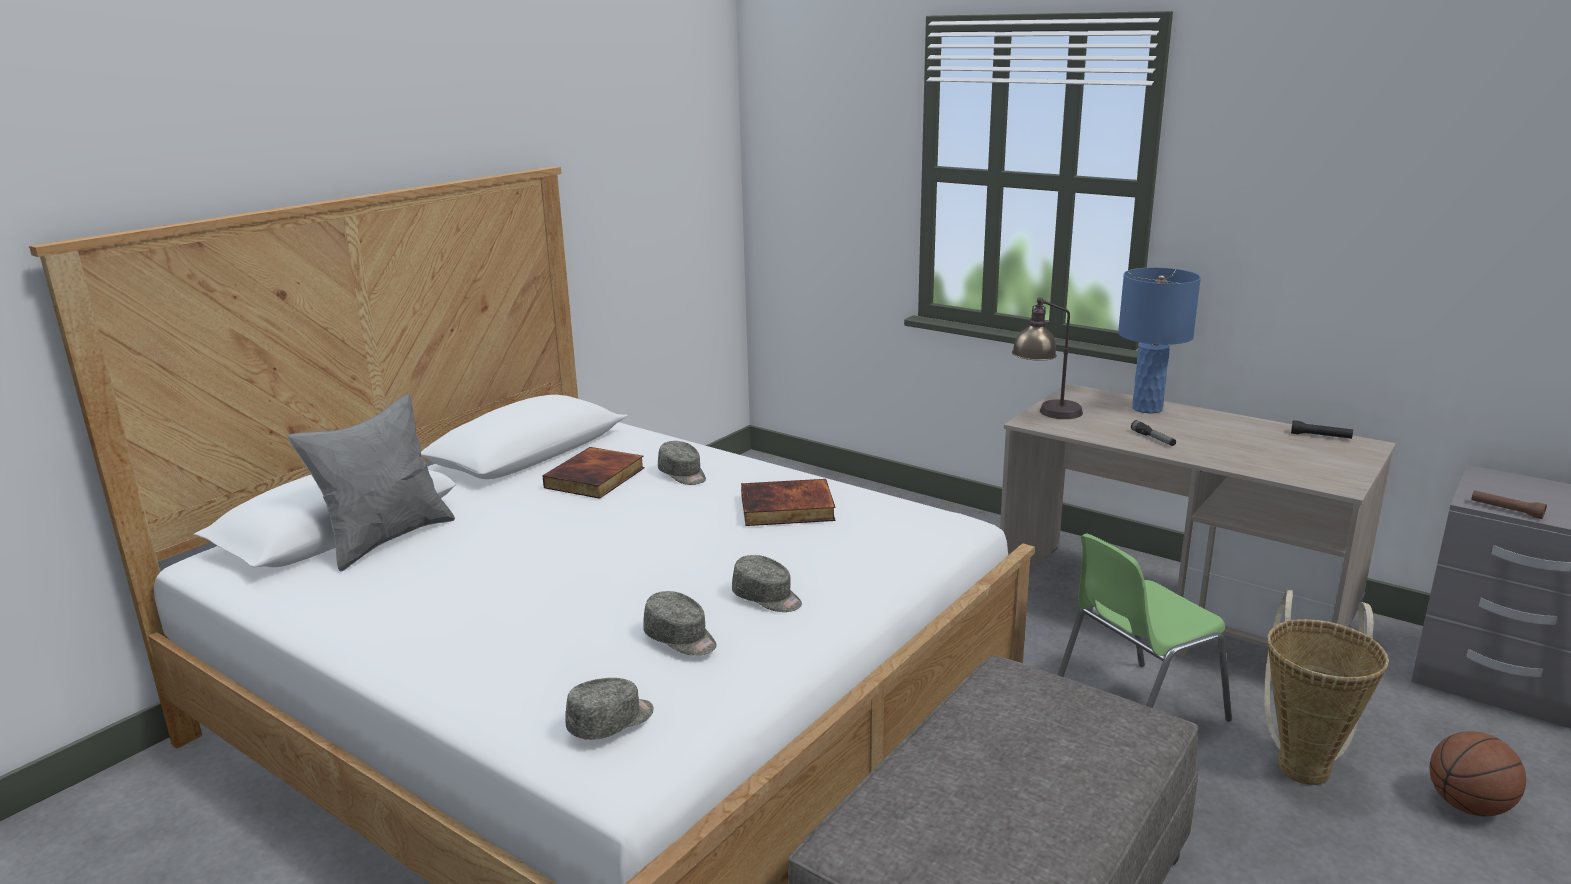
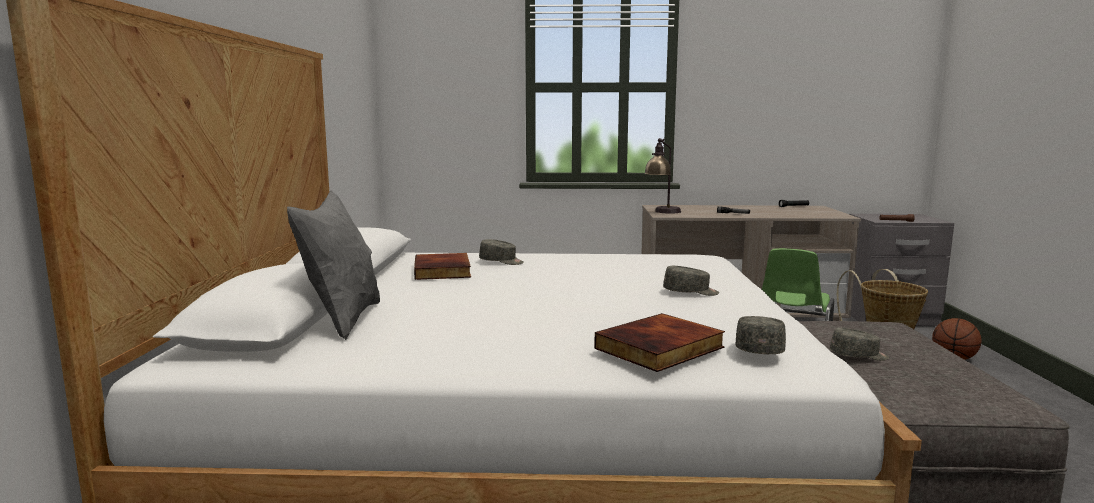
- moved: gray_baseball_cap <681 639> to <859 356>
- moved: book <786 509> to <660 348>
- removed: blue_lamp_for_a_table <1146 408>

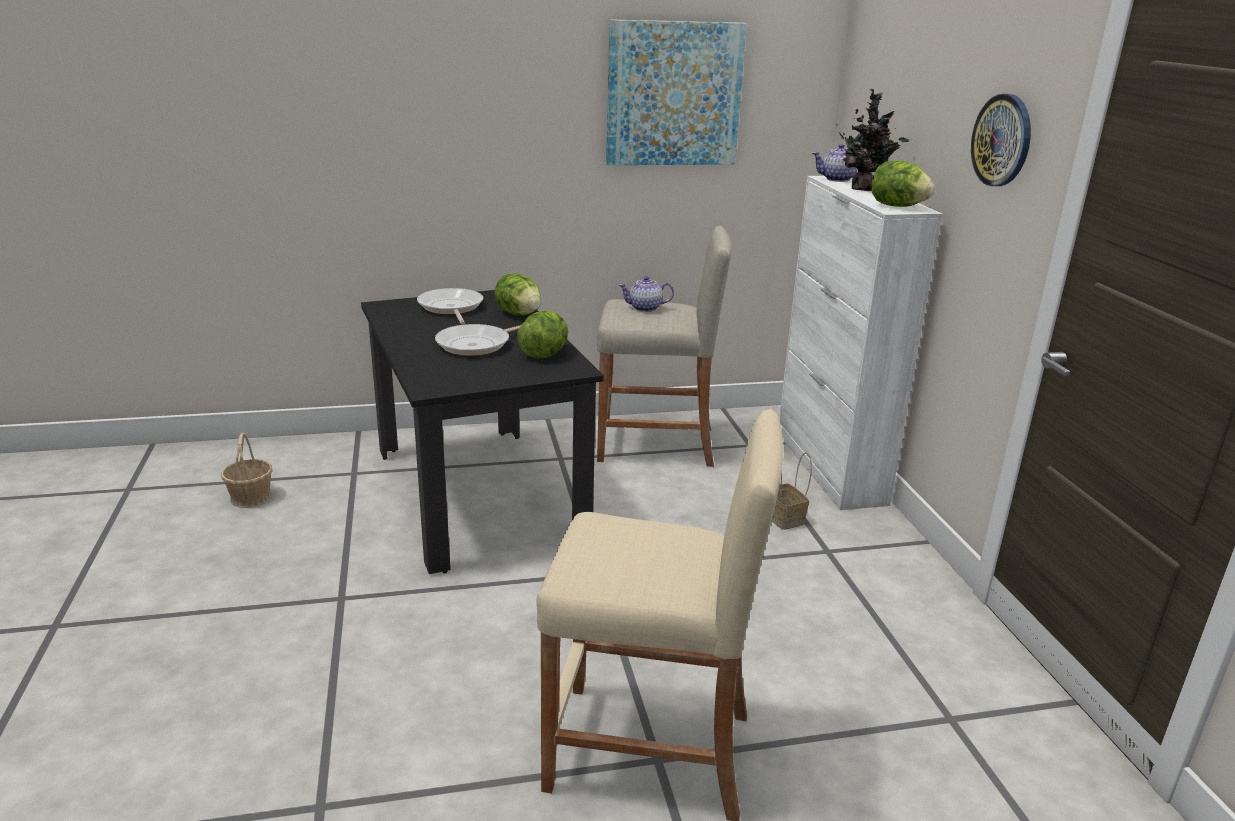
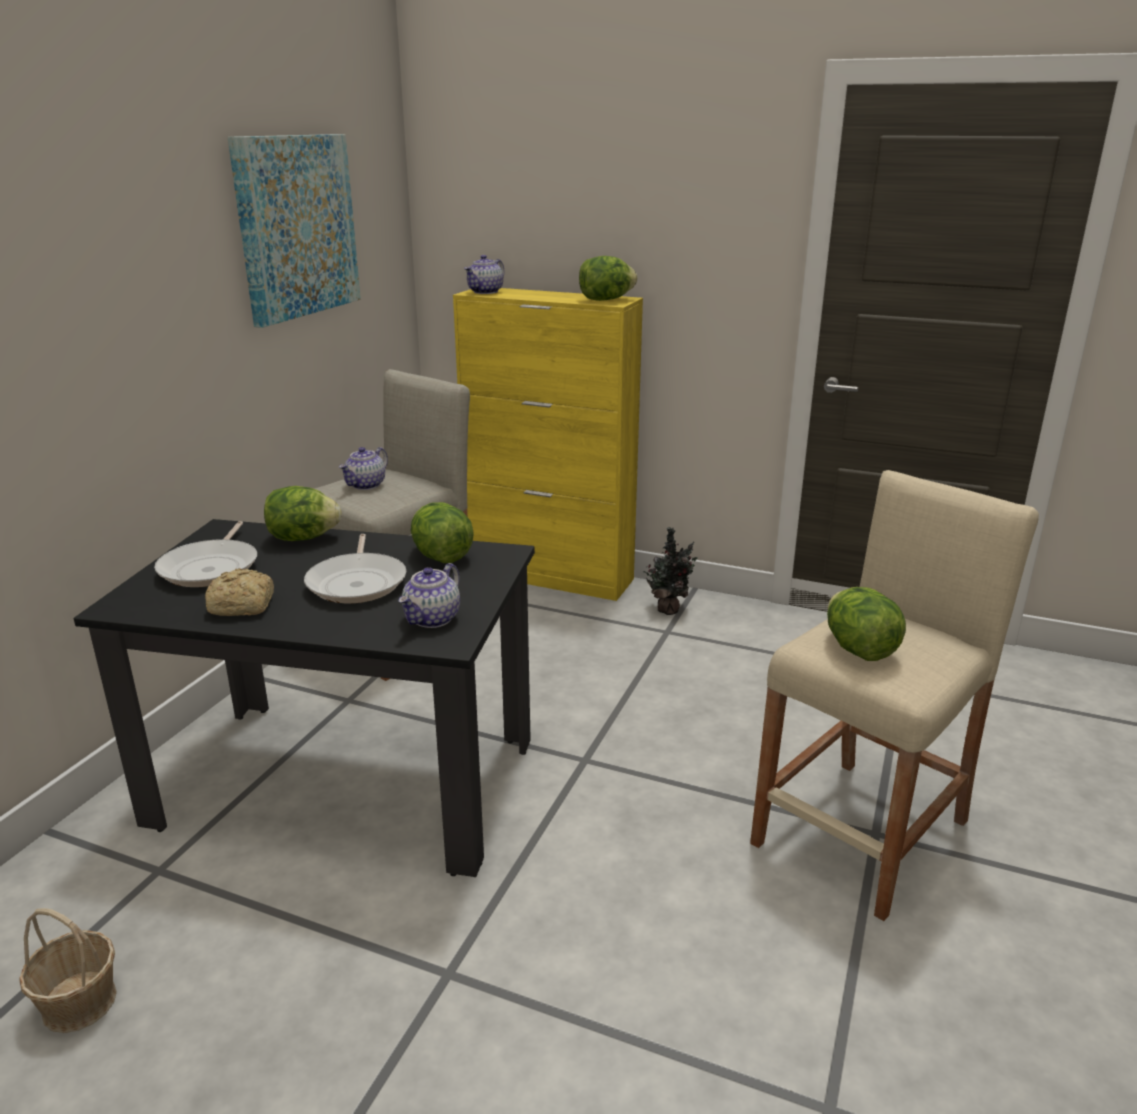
- turned: frying_pan <451 308> = <212 567> 105 degrees counterclockwise
- removed: storage_basket <785 519>
- recoloured: whitish_cupboard <829 467> to yellow_cupboard <550 576>
- moved: houseplant <864 189> to <669 609>
- removed: clock_on_the_wall <1002 140>
- added: bread <243 606>
- added: teapot <432 619>
- added: lettuce <858 650>

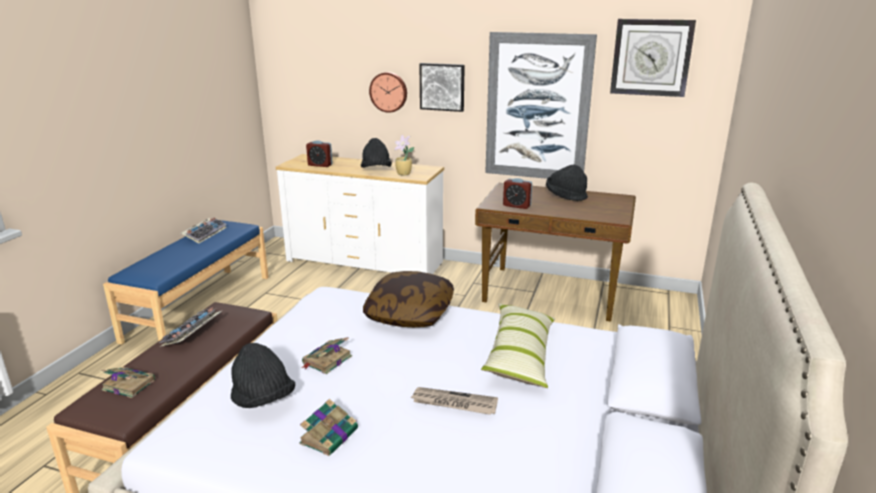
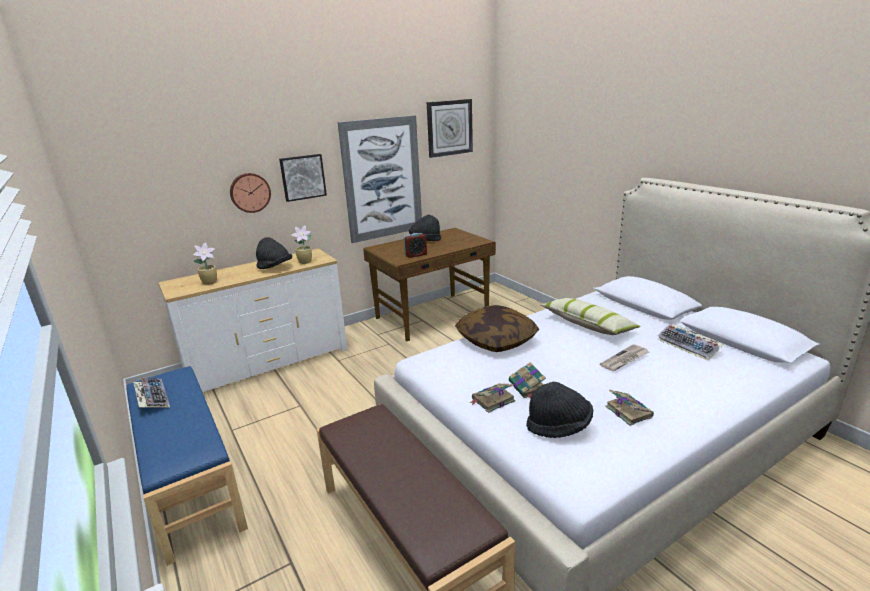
- moved: book <128 385> to <492 400>
- moved: PC_keyboard <192 334> to <689 346>
- replaced: table_clock <320 165> to houseplant <210 282>

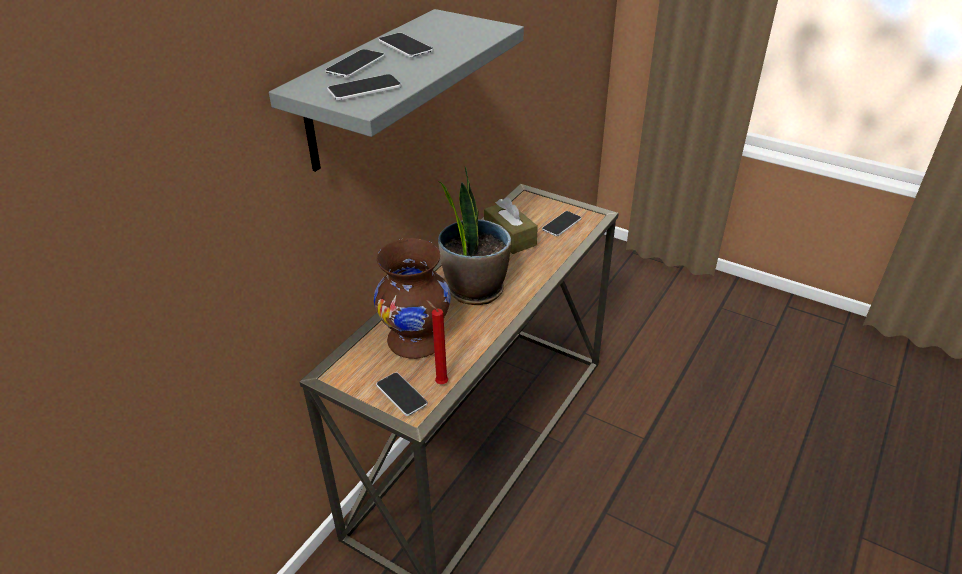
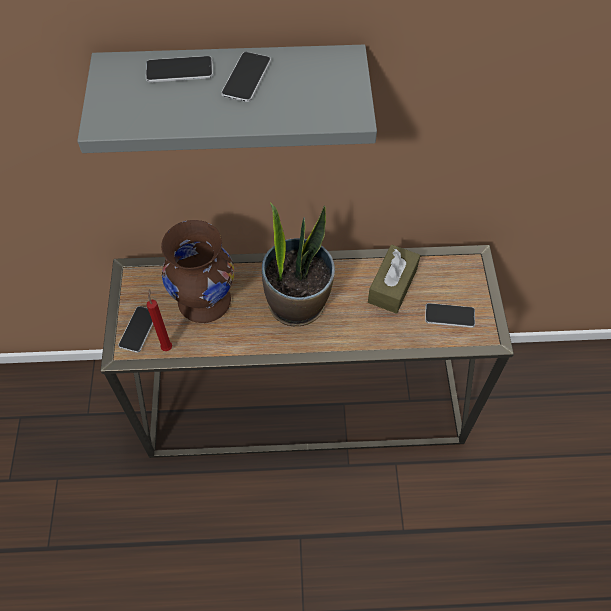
- removed: telephone <364 89>

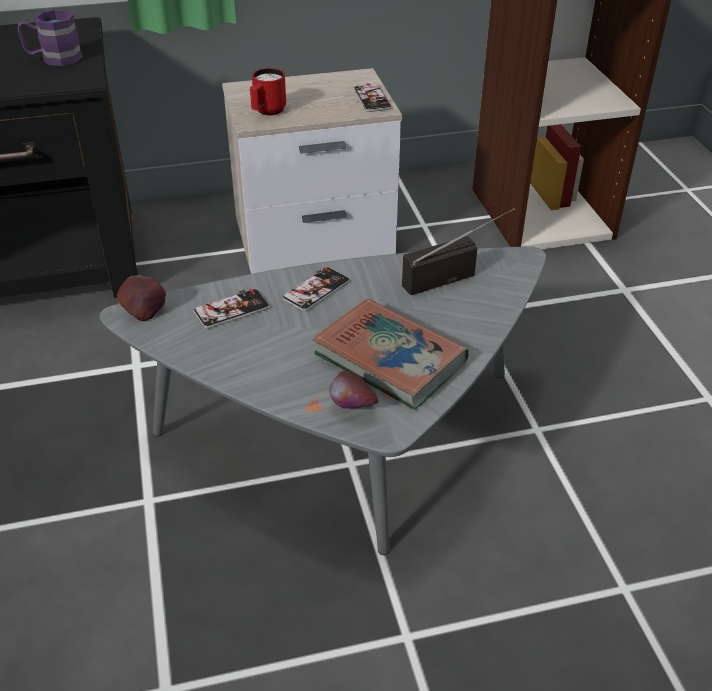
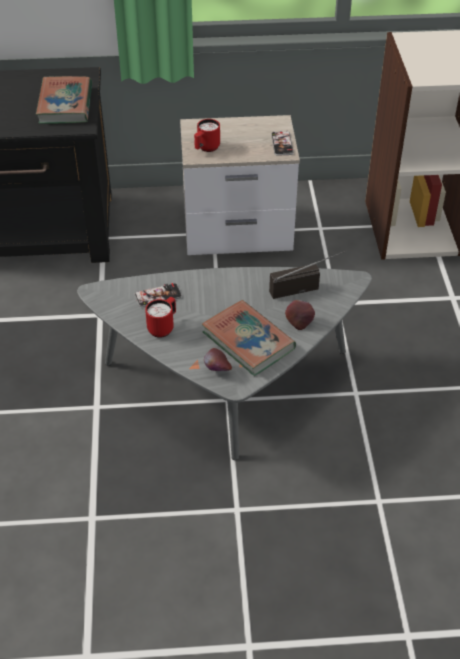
- replaced: purple-coloured_coffee_mug <54 59> to book <65 105>
- moved: apple_fruit <145 311> to <300 322>
- removed: telephone <316 290>
- added: red-coloured_coffee_mug <163 327>

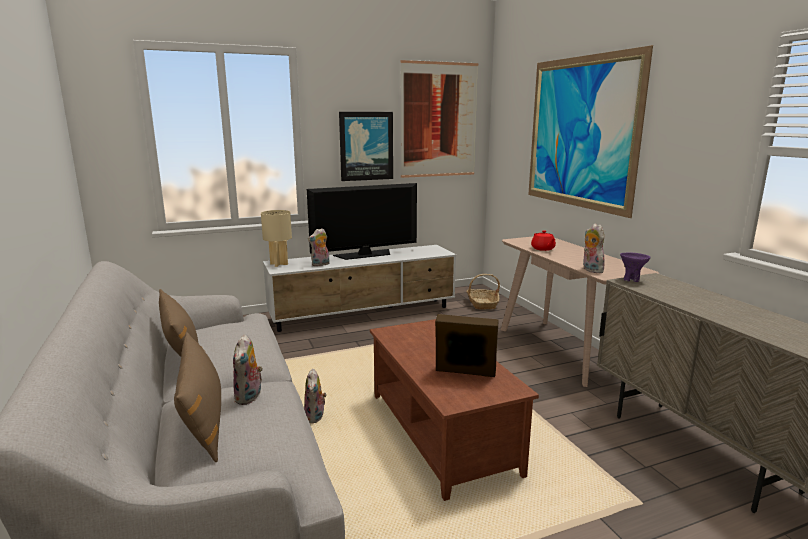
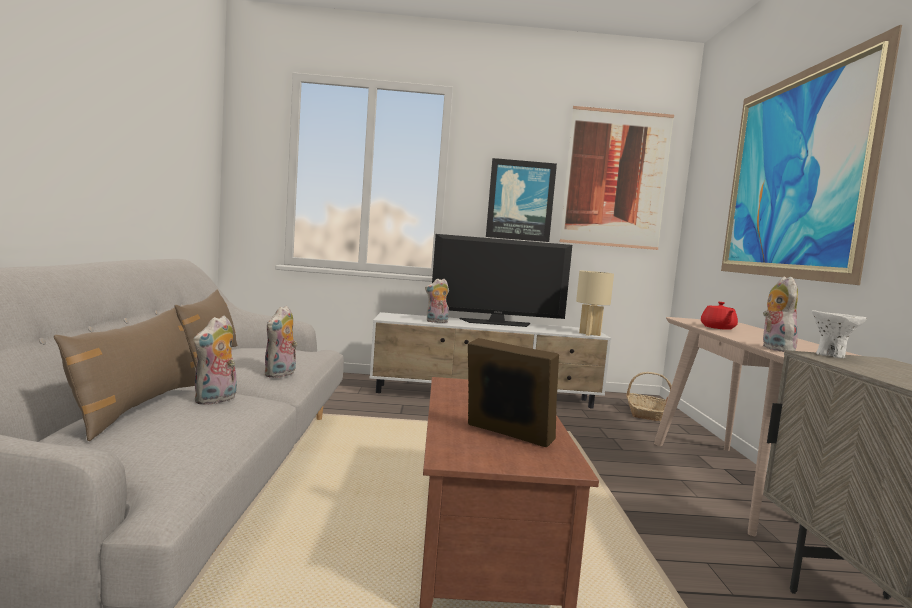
- moved: beige_lamp_for_a_table <279 264> to <590 334>
- moved: plush_toy <316 417> to <280 374>
- recoloured: purple-coloured_serving_bowl <631 280> to whitish_serving_bowl <830 355>

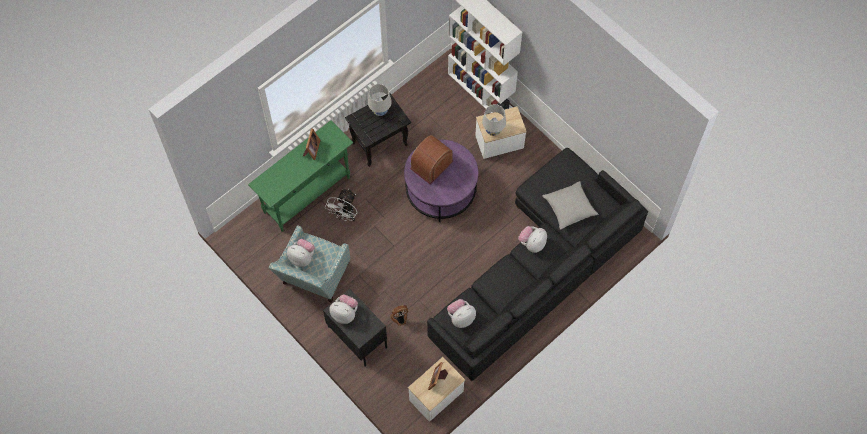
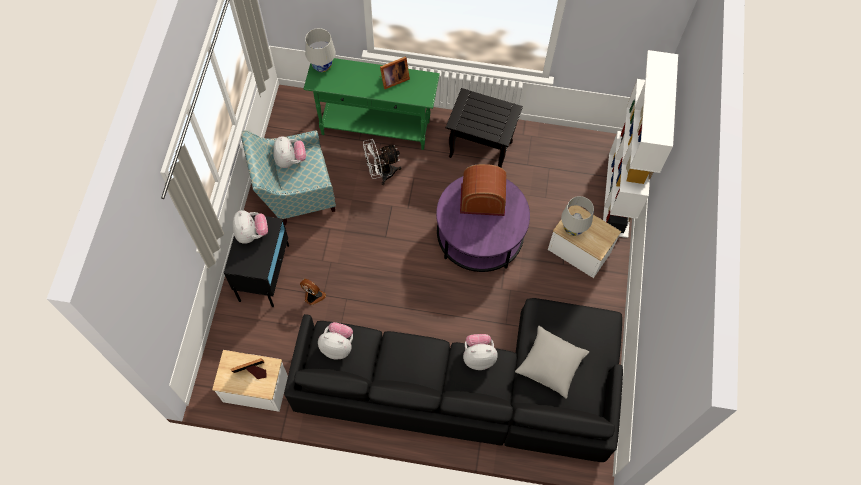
- moved: whitish_lamp_for_a_table <380 110> to <322 65>

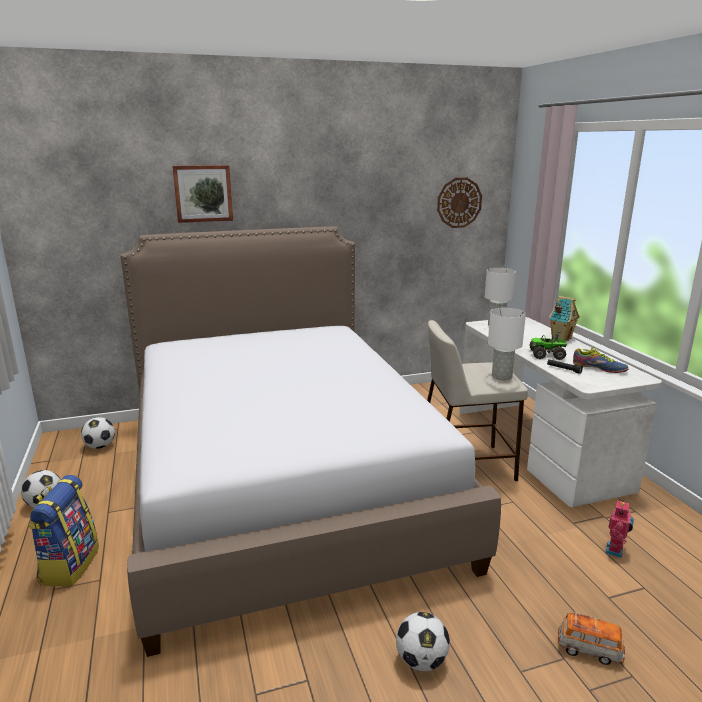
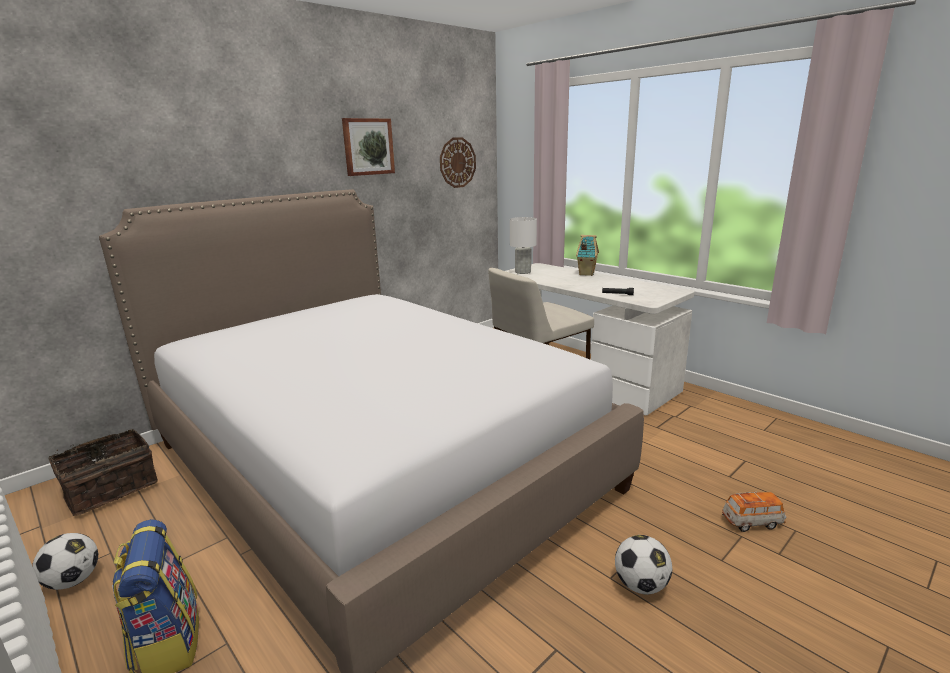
- replaced: ball_for_football <100 446> to storage_basket <111 489>
- moved: picture <203 193> to <368 146>
- removed: whitish_lamp_for_a_table <501 376>
- removed: toy_lorry <547 355>
- removed: low_shoe <599 368>
- removed: model_robot <615 551>

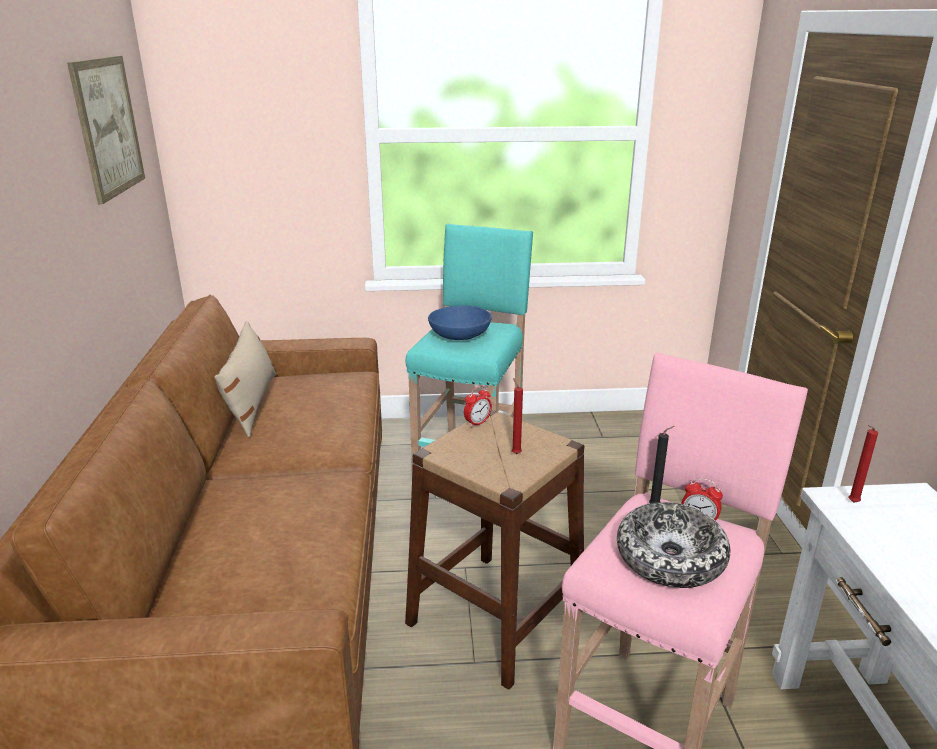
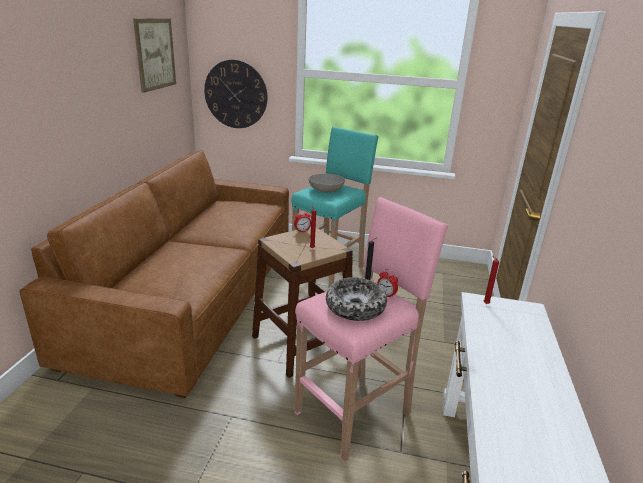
- removed: beige_throw_pillow <251 403>
- recoloured: blue_serving_bowl <460 334> to gray_serving_bowl <326 189>
- added: clock_on_the_wall <236 94>

